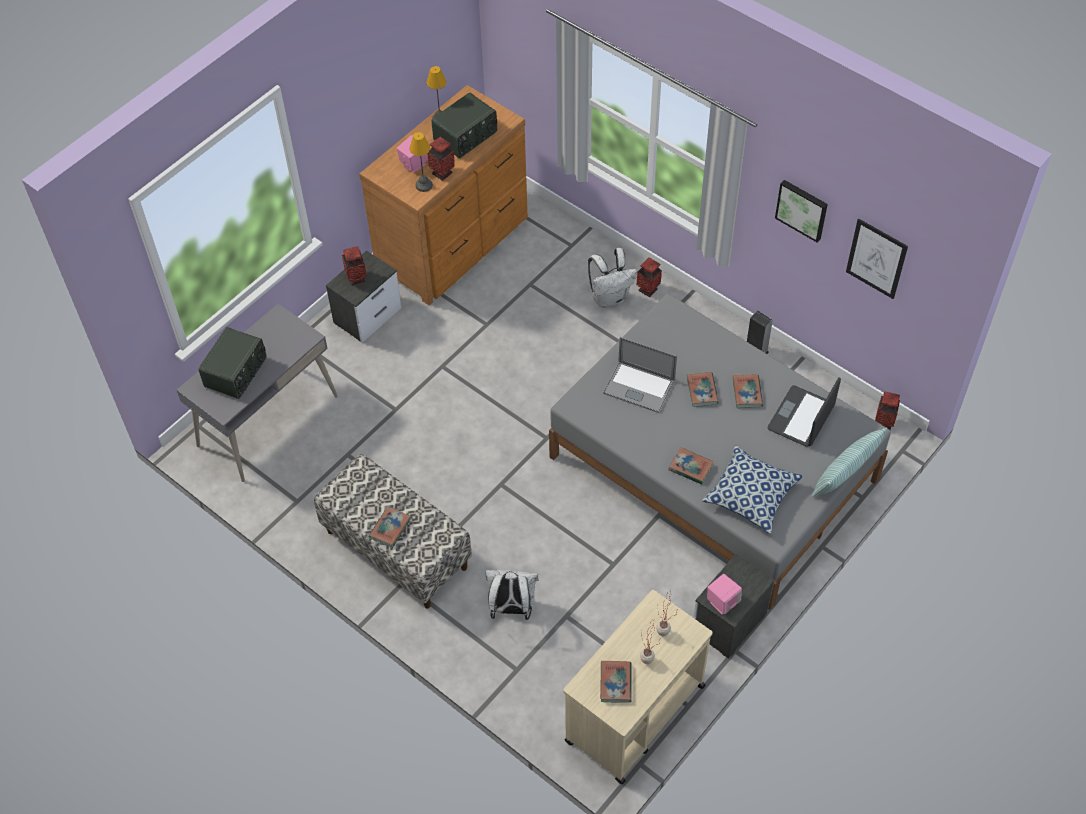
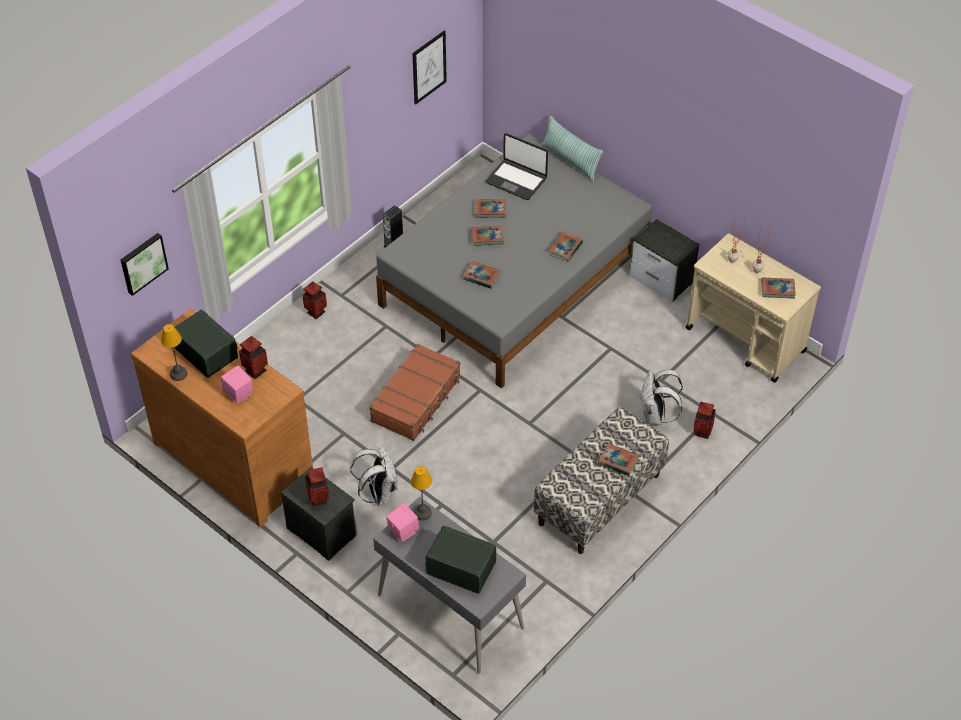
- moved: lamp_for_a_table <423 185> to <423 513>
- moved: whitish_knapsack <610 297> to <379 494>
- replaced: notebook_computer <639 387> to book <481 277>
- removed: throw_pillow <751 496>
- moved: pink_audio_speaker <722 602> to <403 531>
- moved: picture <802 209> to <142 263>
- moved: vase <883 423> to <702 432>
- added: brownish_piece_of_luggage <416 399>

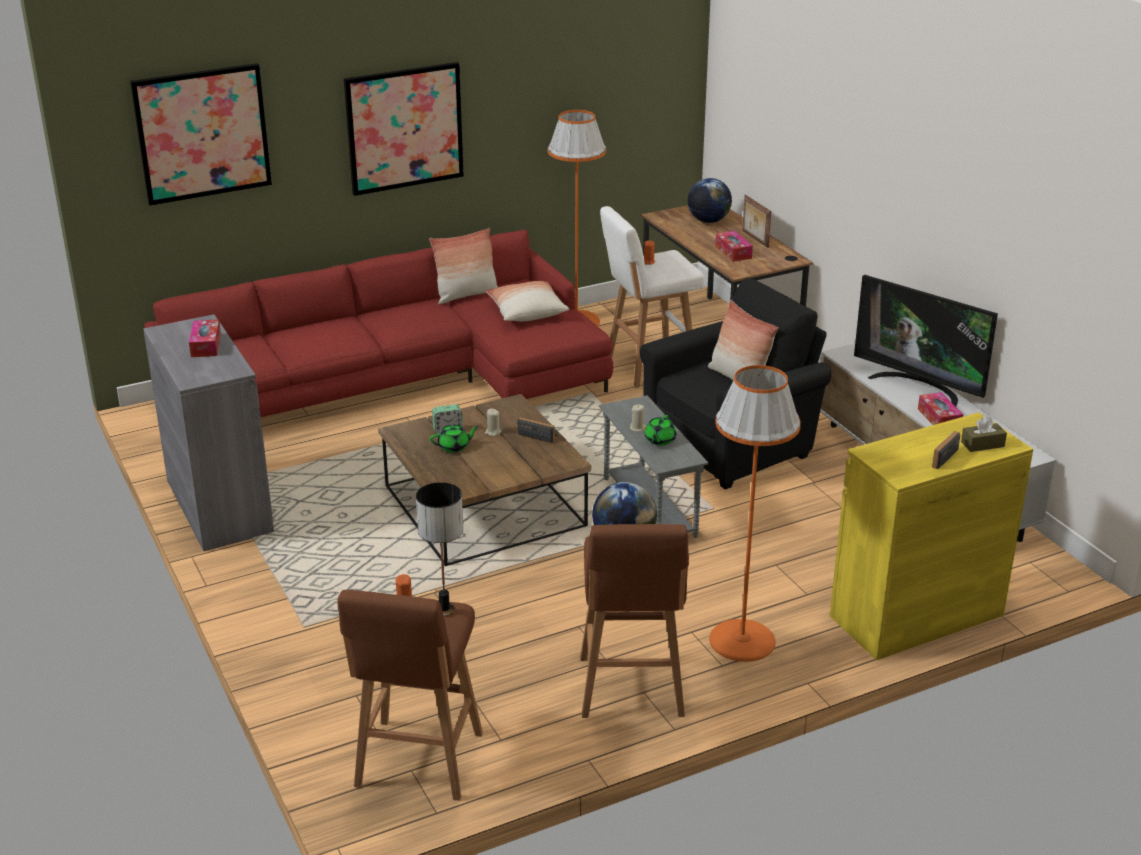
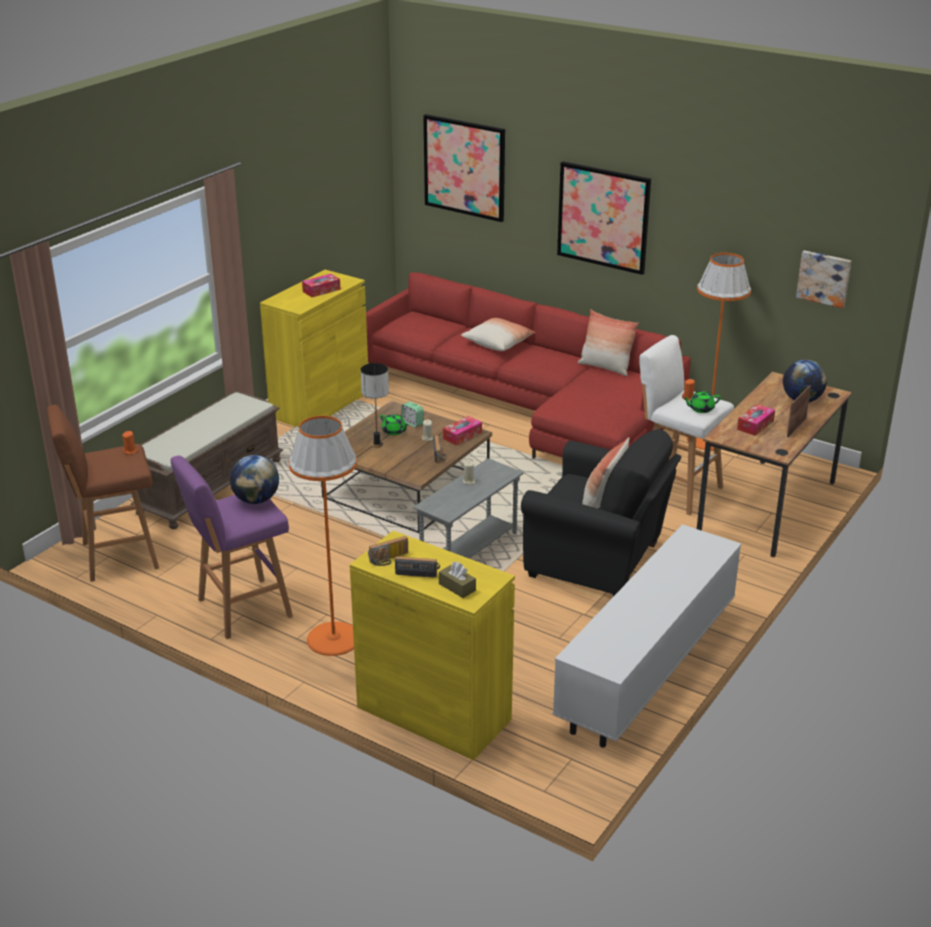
- recoloured: gray_cupboard <219 506> to yellow_cupboard <320 404>
- moved: lamp_for_a_table <445 610> to <377 444>
- moved: throw_pillow <526 312> to <498 343>
- recoloured: brownish_stool_seat <631 690> to purple-coloured_stool_seat <241 609>
- moved: green_teapot <659 440> to <700 409>
- removed: TV_set <919 386>
- moved: tissue_holder <939 418> to <462 436>
- added: brownish_long_seat <210 485>
- added: radio <389 559>
- added: picture <824 278>

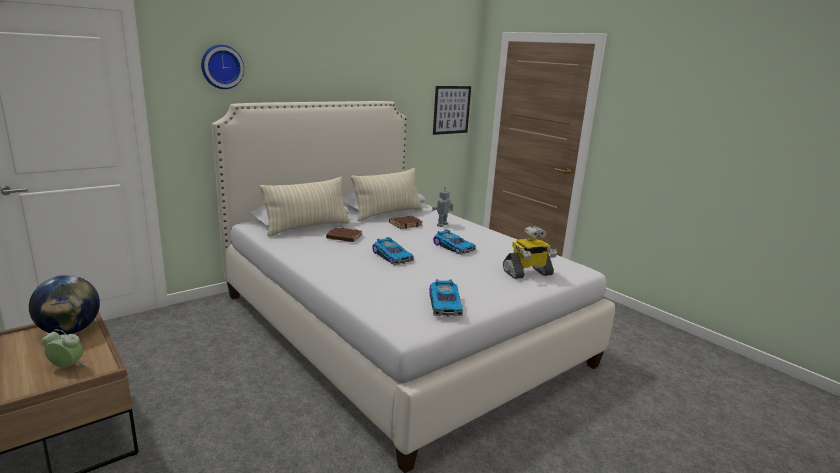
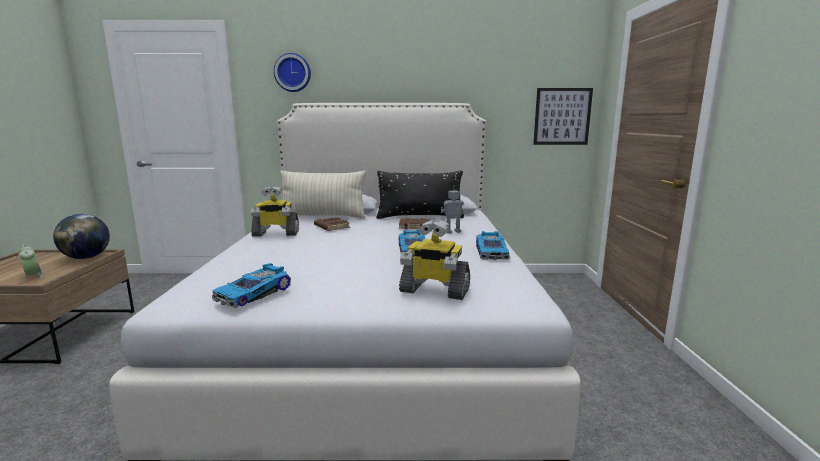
- recoloured: beige_throw_pillow <387 214> to black_throw_pillow <420 217>
- moved: model_car <393 256> to <492 252>
- added: model_robot <275 234>

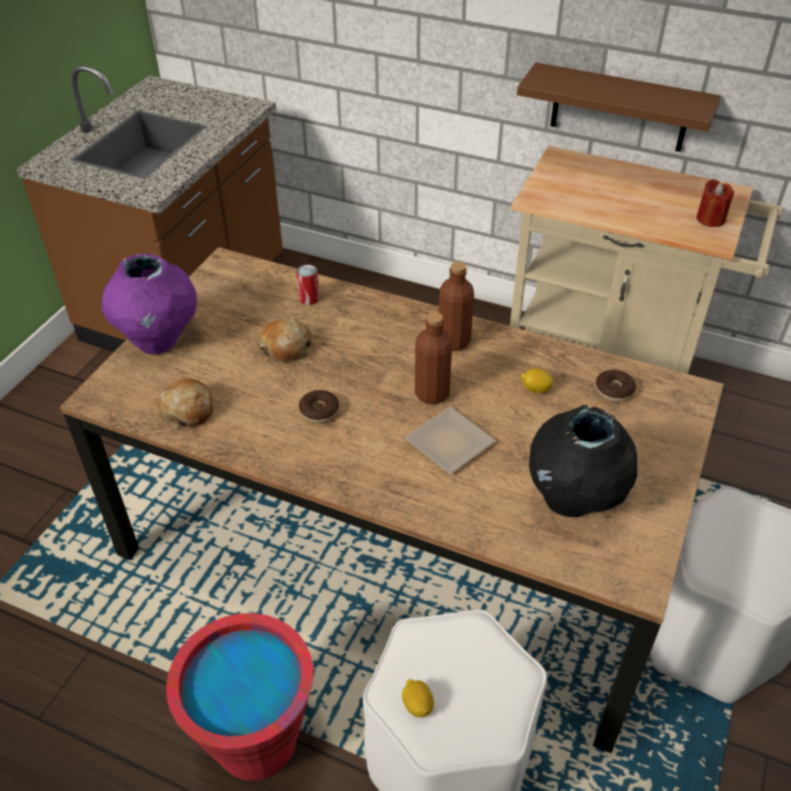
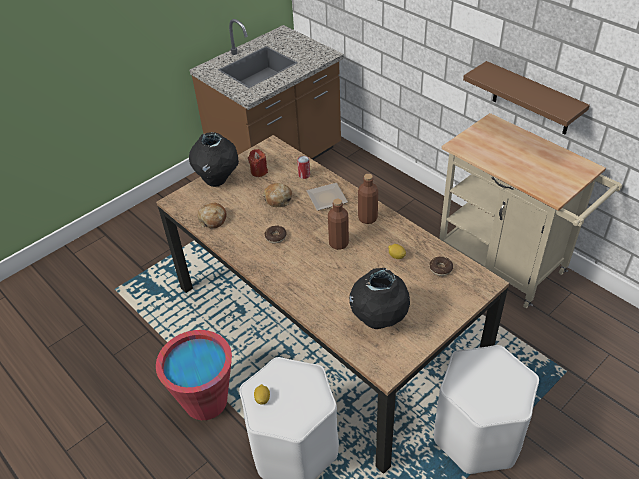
- recoloured: purple-coloured_vase <159 340> to black_vase <217 179>
- moved: dinner_plate <446 443> to <325 198>
- moved: red-coloured_wax_light <710 219> to <259 171>

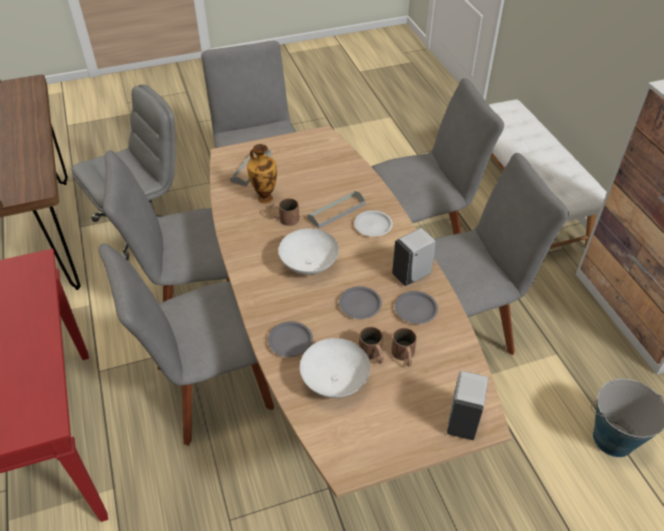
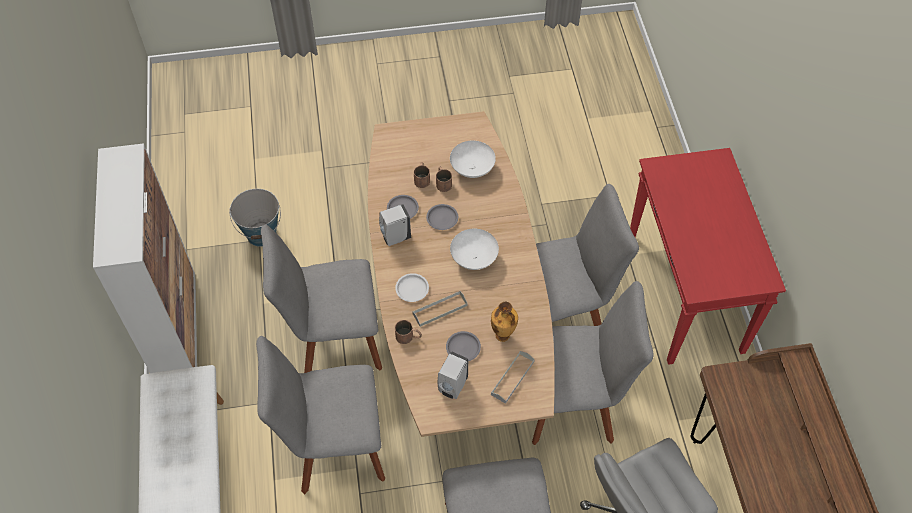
- moved: gray_dinner_plate <290 341> to <463 348>
- moved: brownish_coffee_mug <284 219> to <408 337>
- moved: whitish_liquid_soap_bottle <462 420> to <452 387>

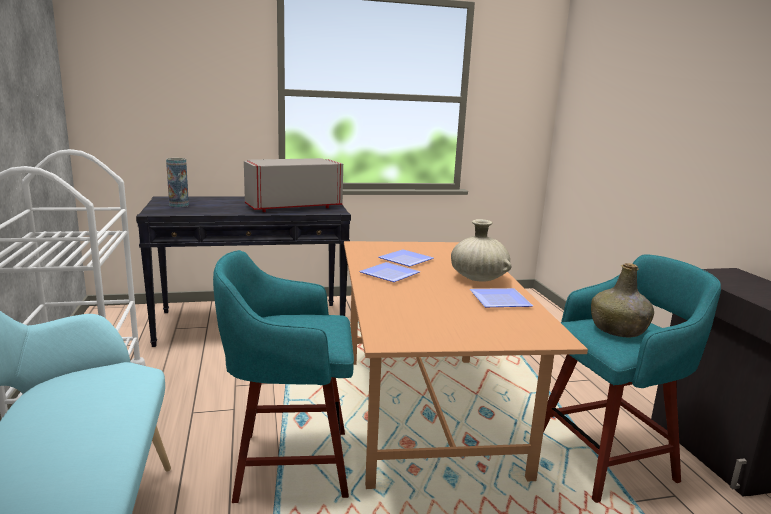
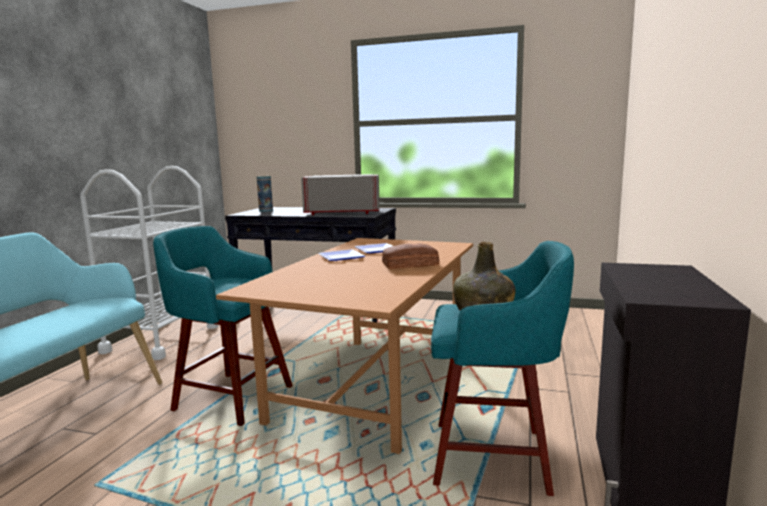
- replaced: beige_vase <478 279> to bread <409 264>
- removed: dinner_plate <501 300>

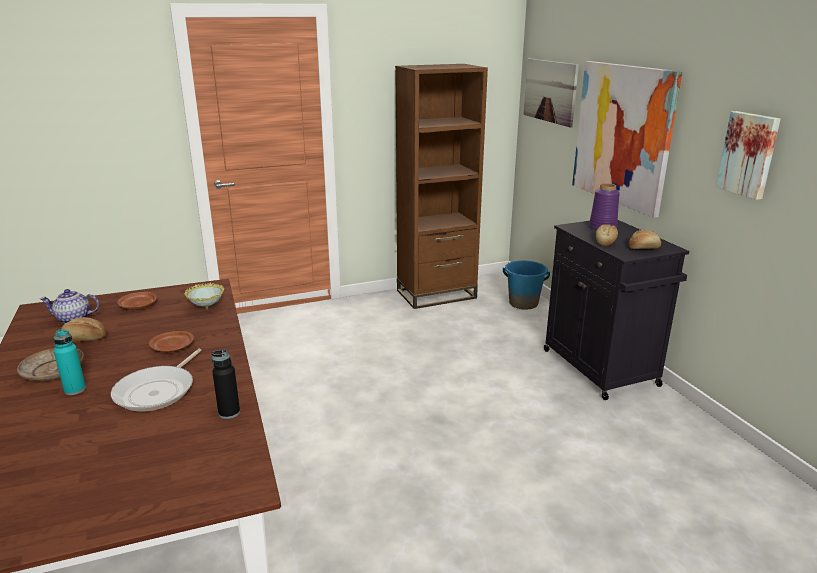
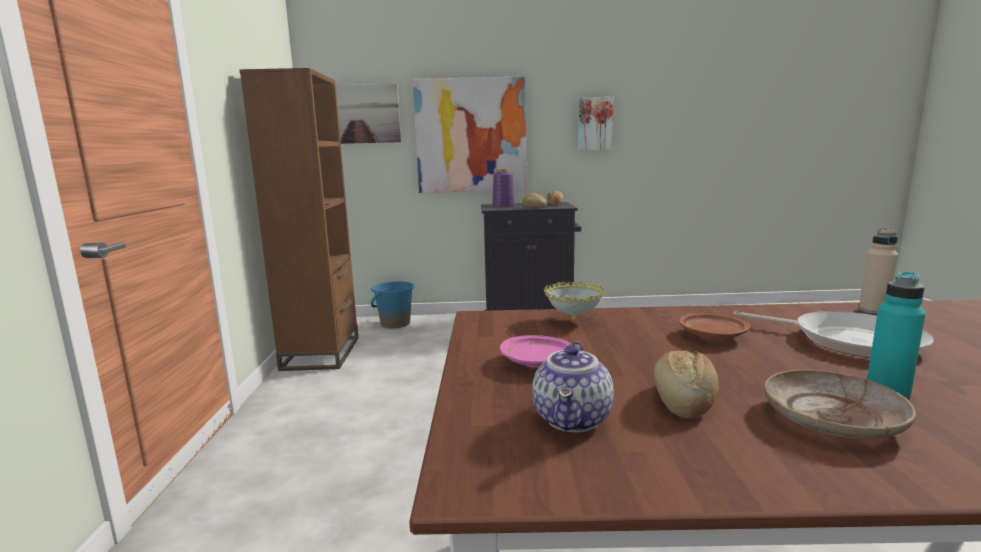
- recoloured: brownish_dinner_plate <138 306> to pink_dinner_plate <537 362>
- recoloured: black_drink_bottle <229 413> to beige_drink_bottle <873 310>

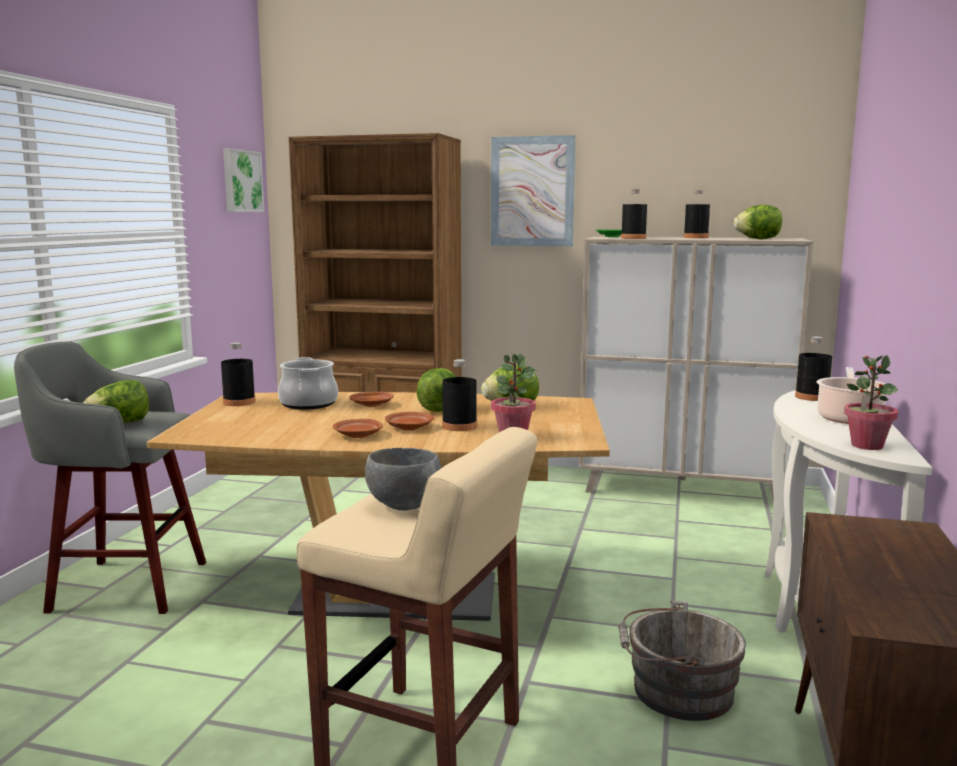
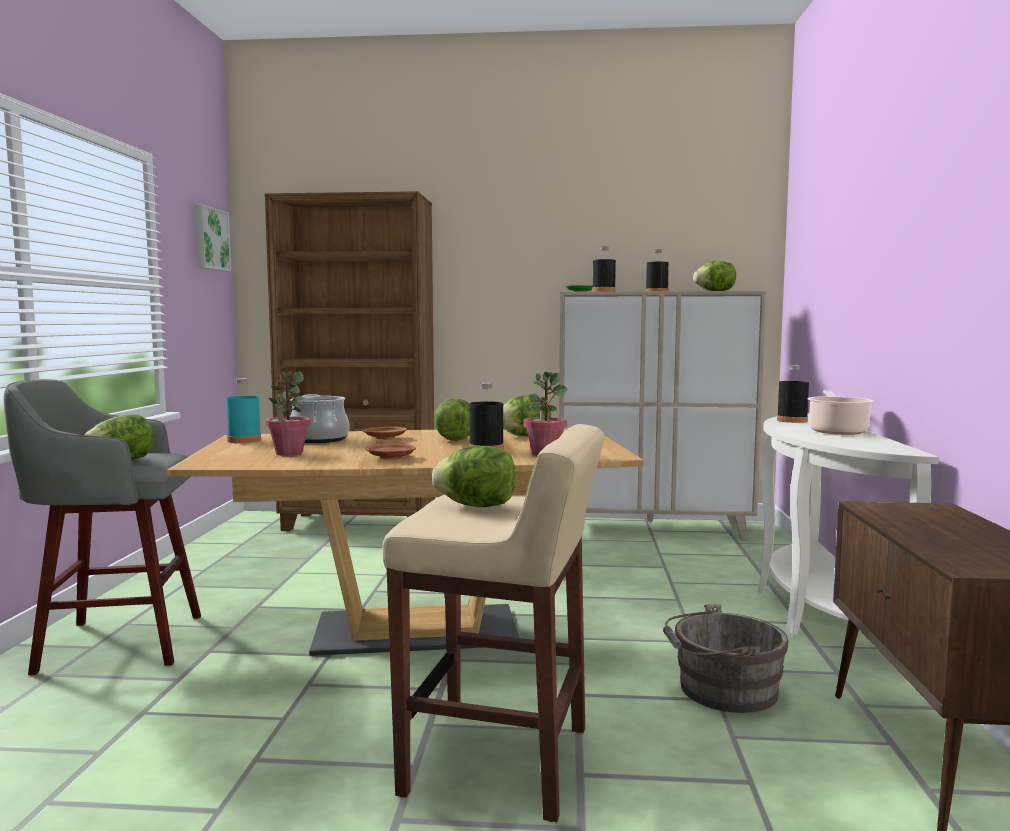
- recoloured: black_drink_bottle <239 402> to turquoise_drink_bottle <244 440>
- replaced: gray_serving_bowl <404 506> to lettuce <477 506>
- removed: brownish_dinner_plate <408 428>
- removed: picture <532 191>
- moved: houseplant <866 445> to <289 453>

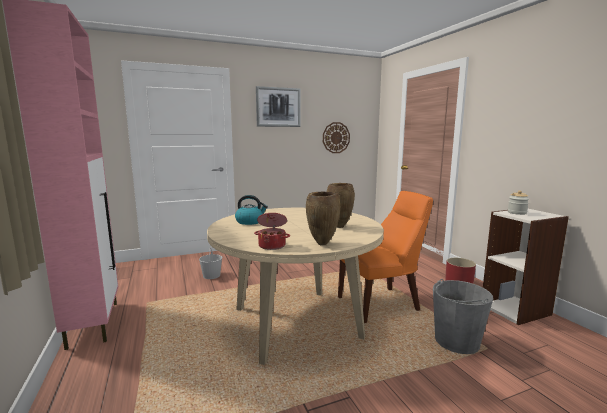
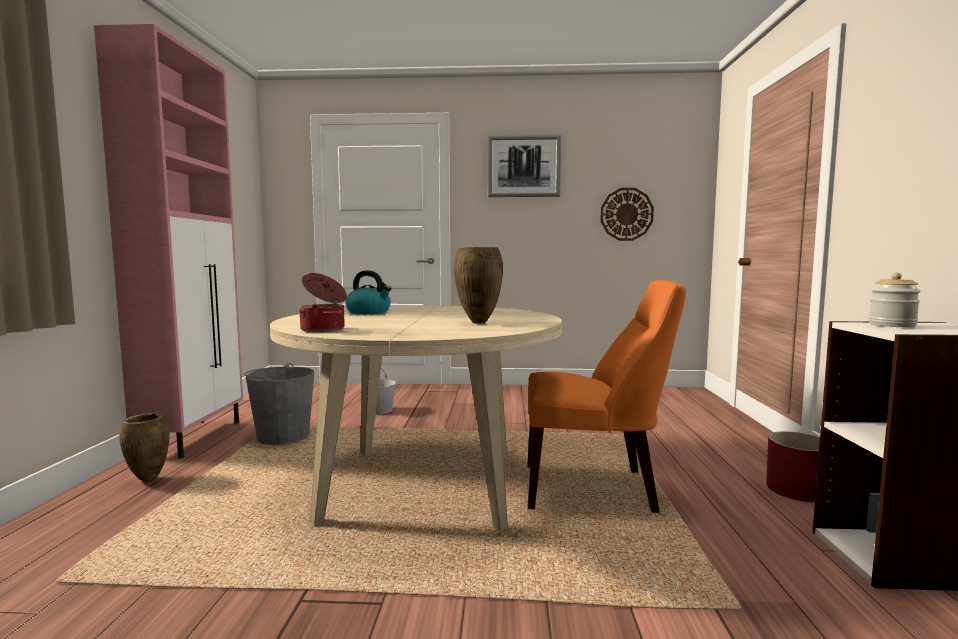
- moved: brownish_vase <322 244> to <147 480>
- moved: gray_water_bucket <456 342> to <283 437>

